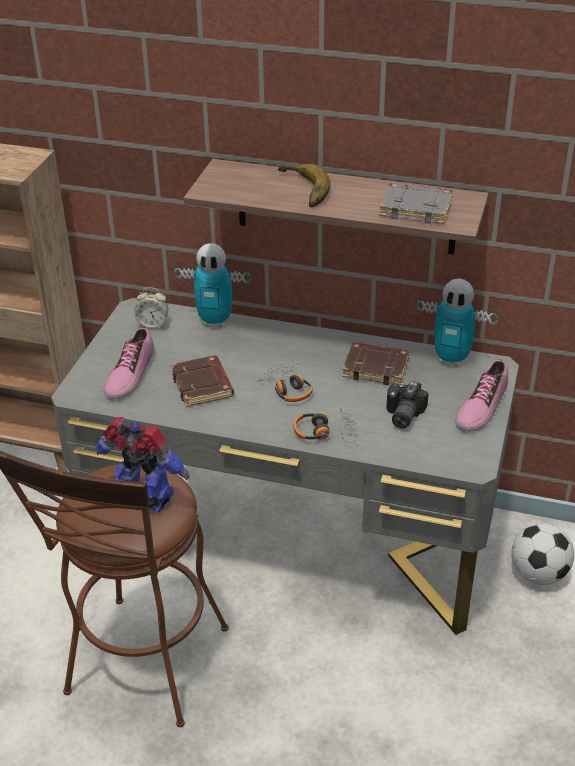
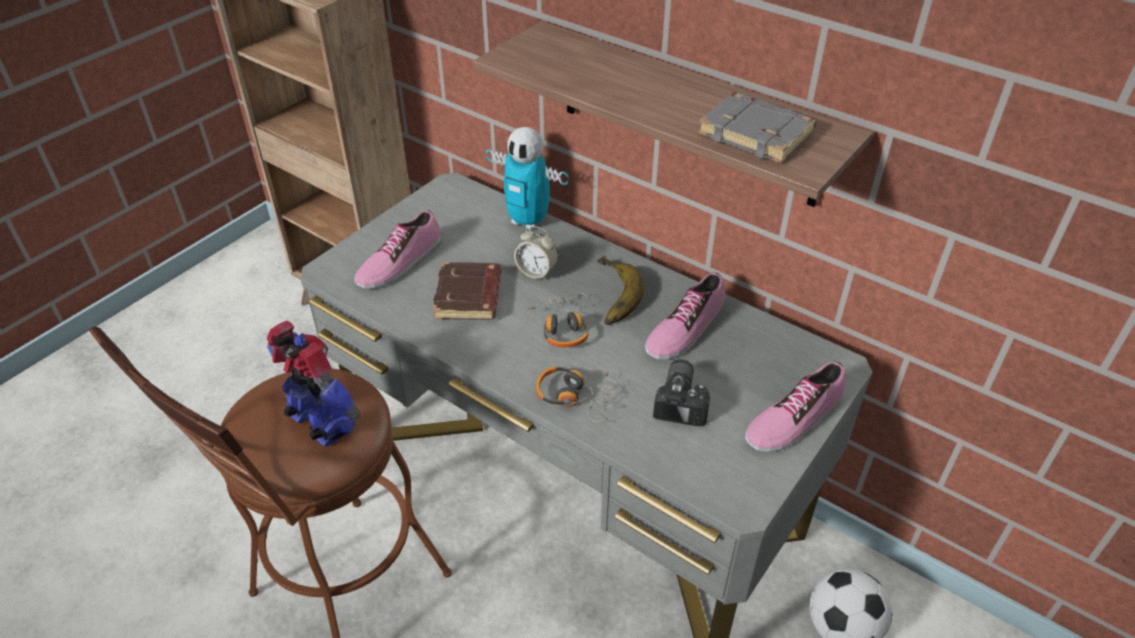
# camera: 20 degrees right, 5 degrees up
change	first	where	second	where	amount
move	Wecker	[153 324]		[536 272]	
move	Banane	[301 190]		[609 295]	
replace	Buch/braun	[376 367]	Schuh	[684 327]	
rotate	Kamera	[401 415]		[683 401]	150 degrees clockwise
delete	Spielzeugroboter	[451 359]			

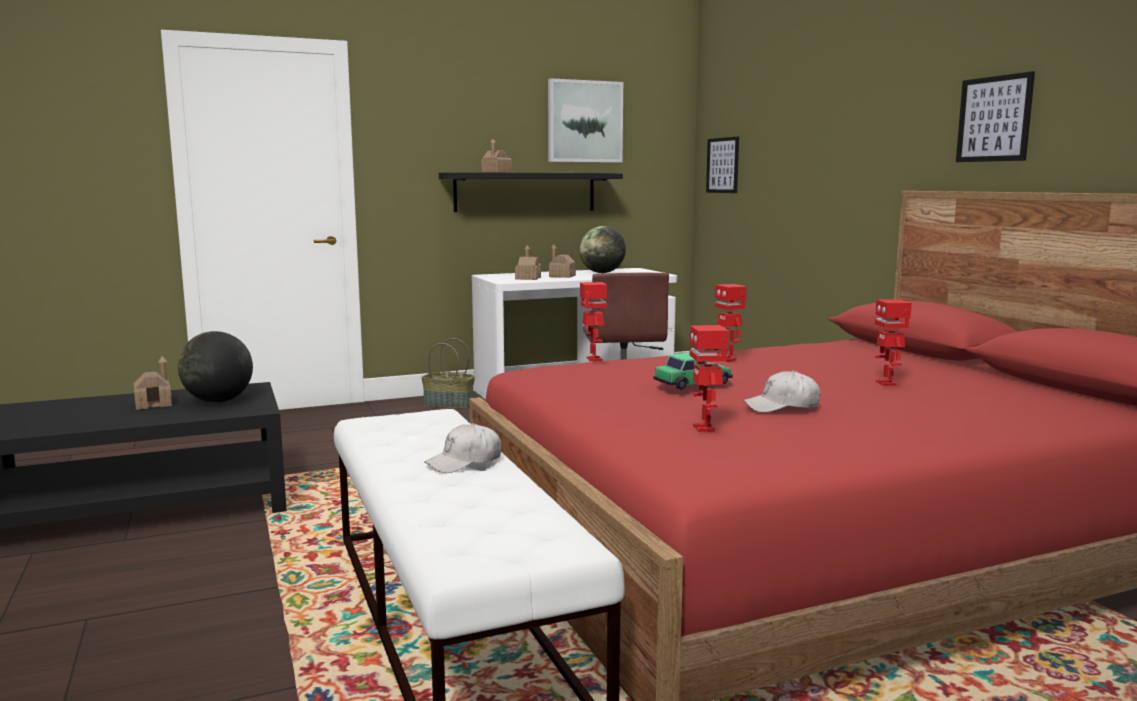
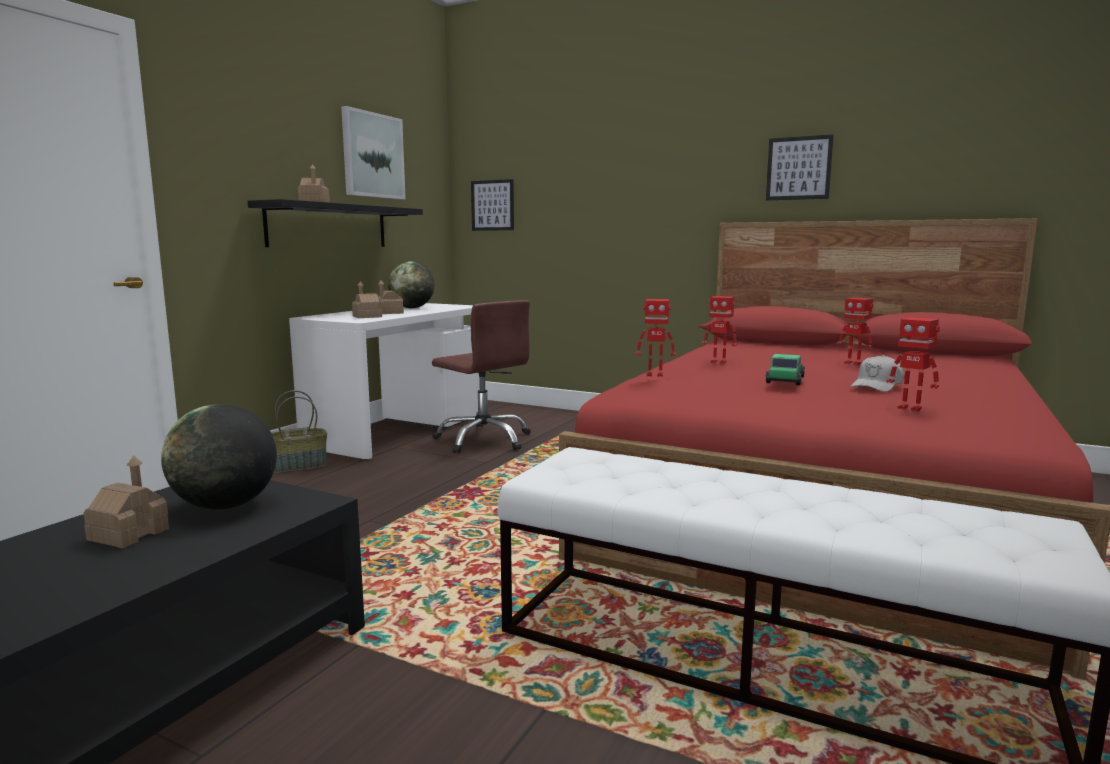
# camera: 40 degrees left, 0 degrees up
change	first	where	second	where	amount
rotate	Spielzeugroboter	[593 359]		[655 375]	150 degrees clockwise
delete	Kappe/weiß	[464 462]			

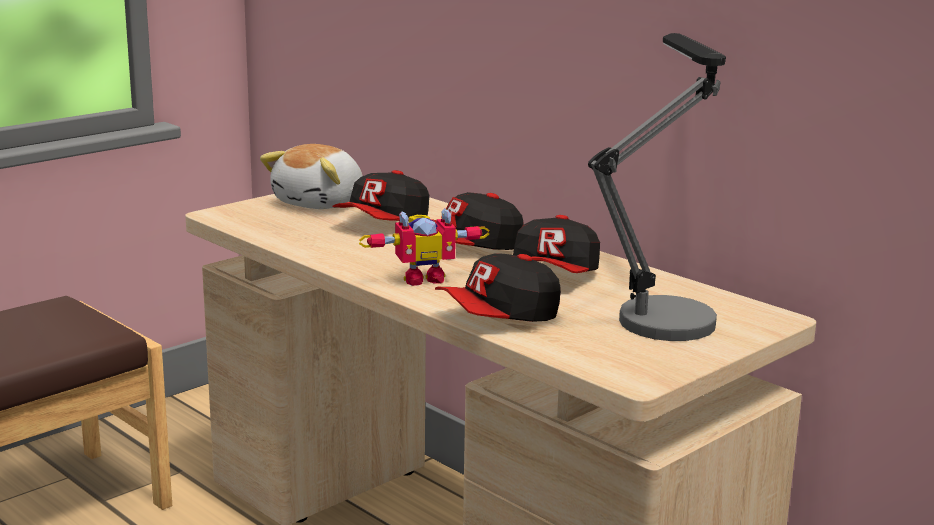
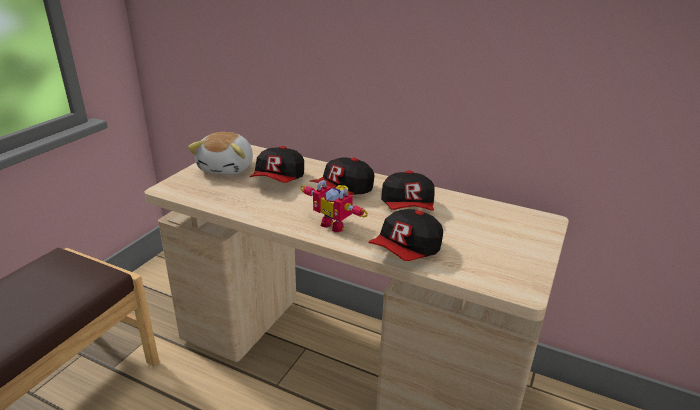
# camera: 20 degrees left, 10 degrees up
change	first	where	second	where	amount
rotate	Spielzeugroboter	[422 278]		[335 224]	75 degrees clockwise
delete	Tischlampe	[663 311]			

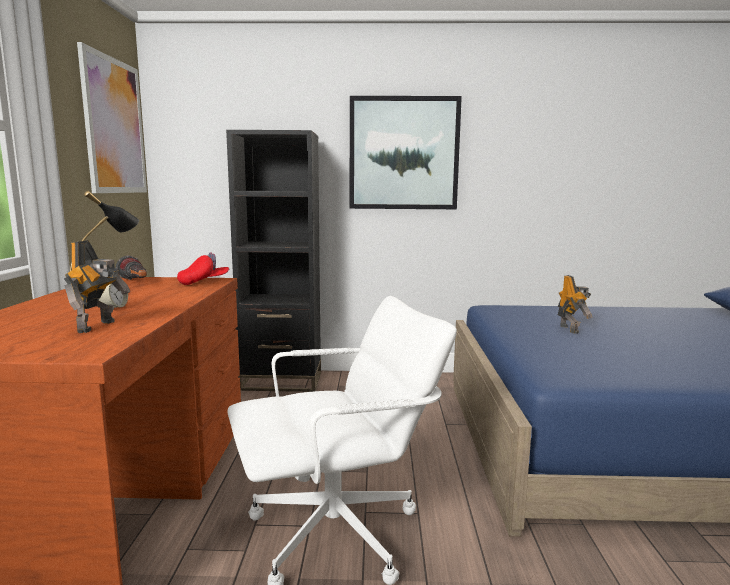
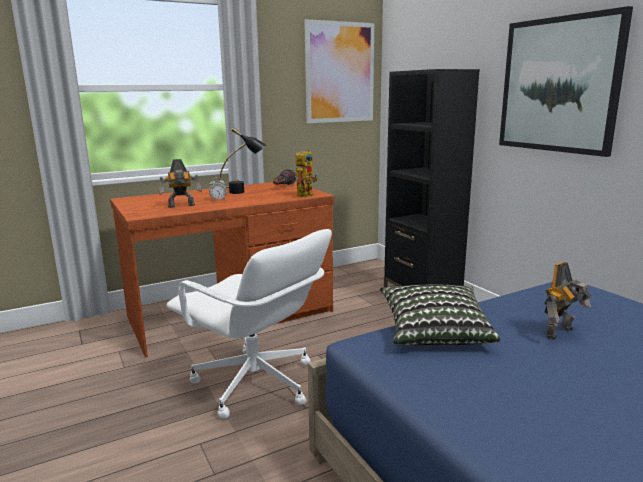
# camera: 60 degrees right, 5 degrees up
change	first	where	second	where	amount
replace	Kappe/rot	[204 282]	Spielzeugroboter	[305 194]	
insert			Kissen	[434 332]	

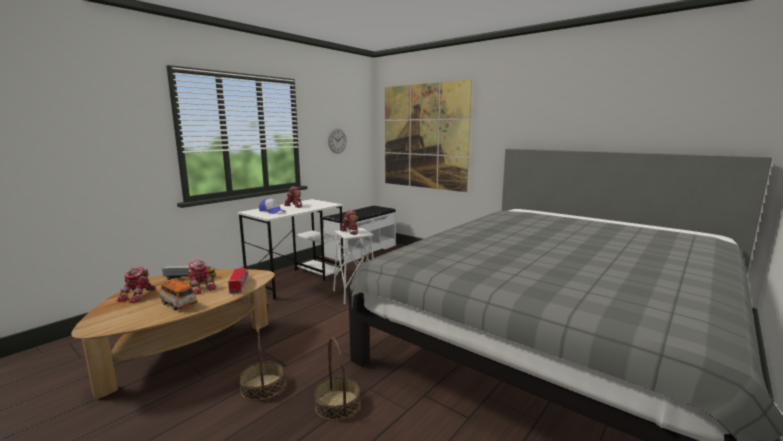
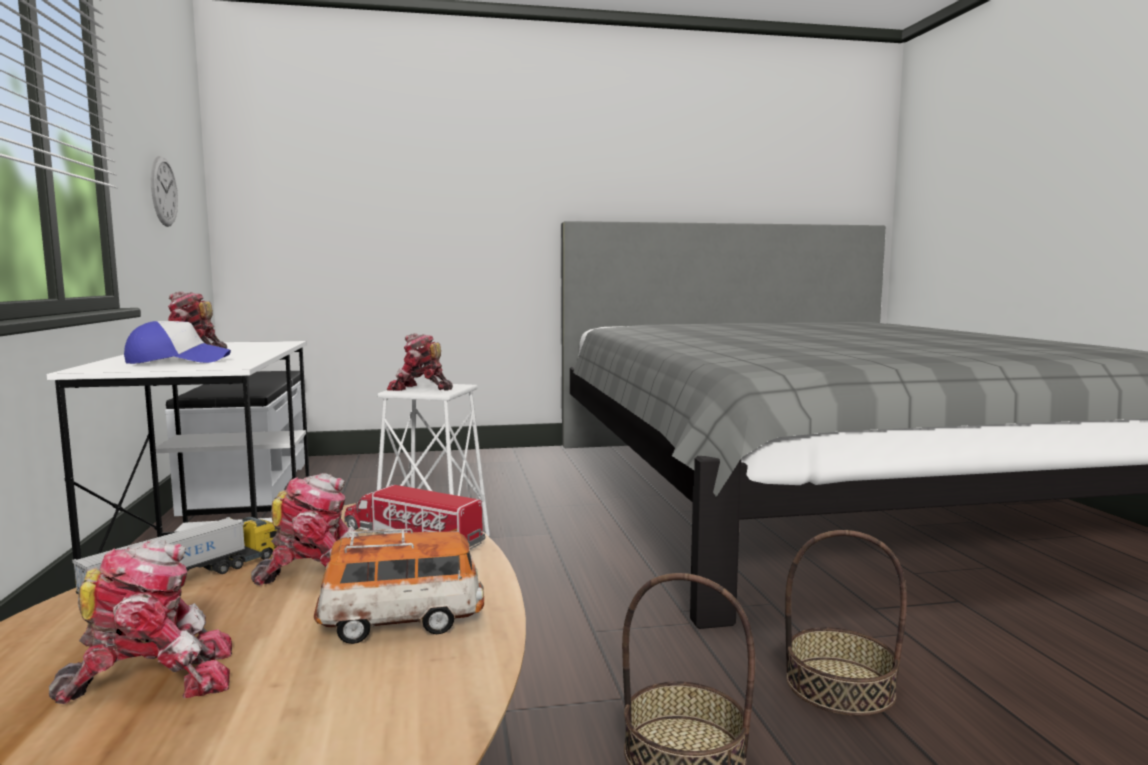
# camera: 50 degrees left, 5 degrees down
change	first	where	second	where	amount
rotate	Spielzeugroboter	[139 296]		[153 678]	75 degrees counterclockwise
delete	Bild	[424 137]			

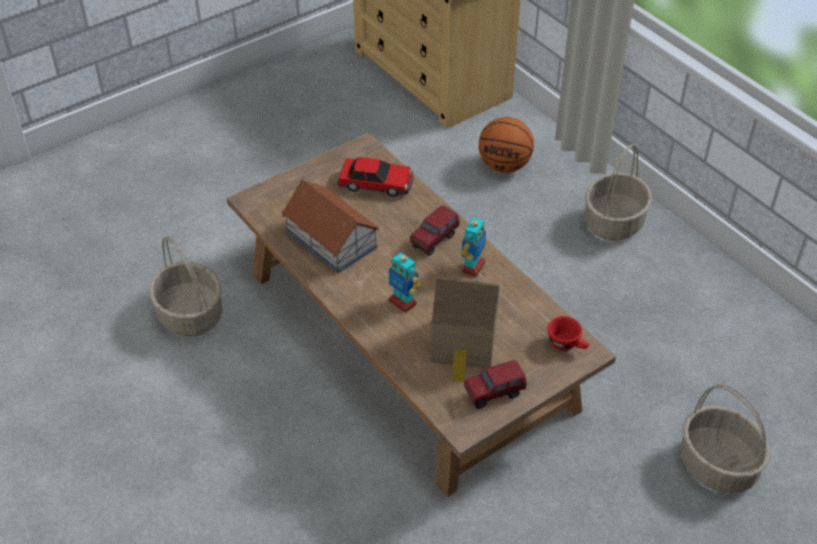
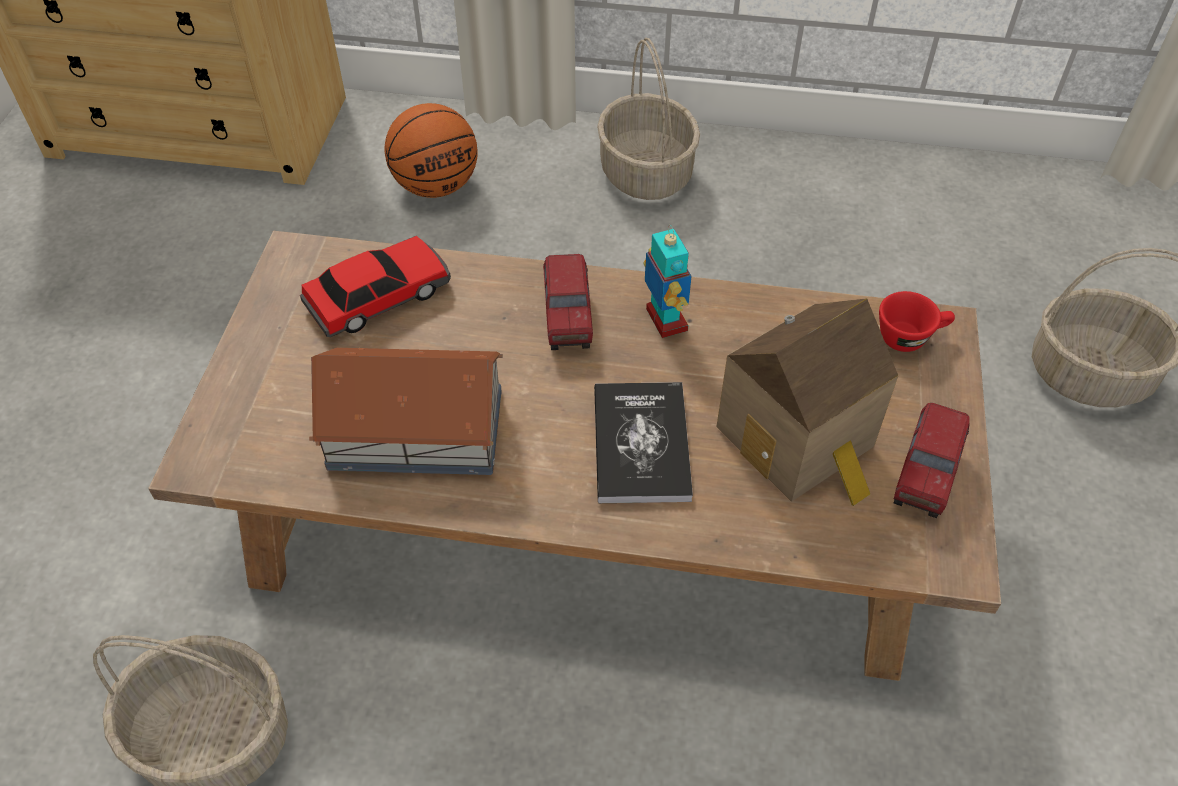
# camera: 45 degrees left, 5 degrees up
change	first	where	second	where	amount
replace	Spielzeugroboter	[403 302]	Buch	[641 443]	

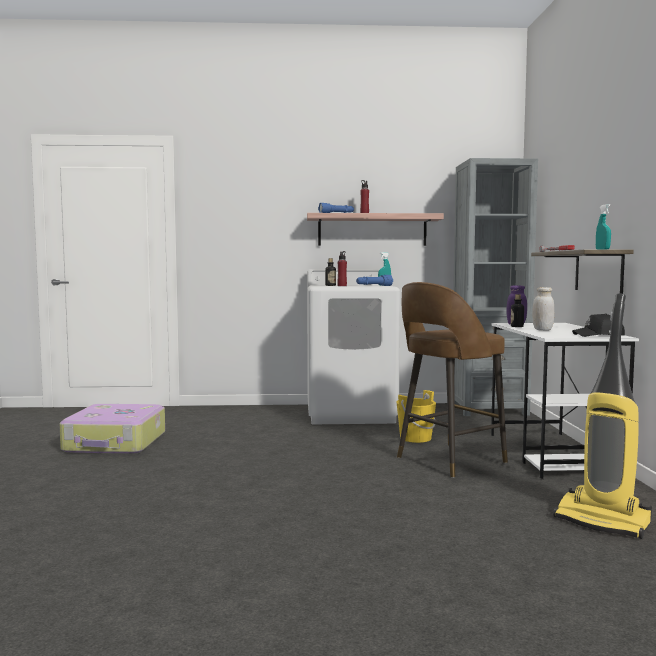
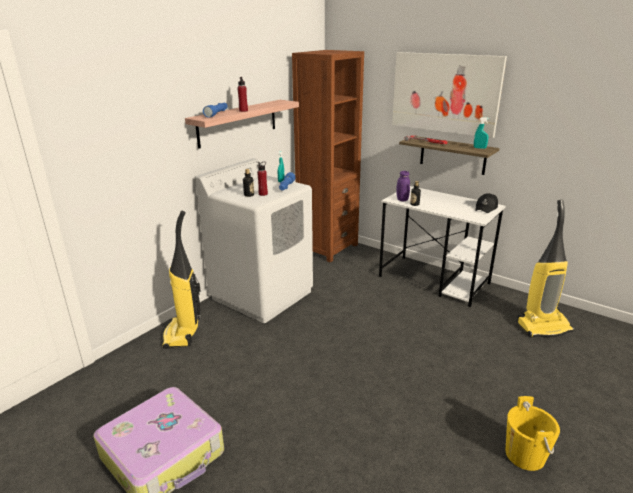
# camera: 50 degrees left, 20 degrees up
change	first	where	second	where	amount
insert			Staubsauger	[183 334]	
recolor	Bücherregal/grau	[488 409]	Bücherregal/braun	[327 248]	
insert			Bild	[445 93]	
move	Eimer/gelb	[415 438]		[525 455]	
delete	Hocker/braun	[448 460]			
delete	Vorratsglas/weiß	[542 330]			

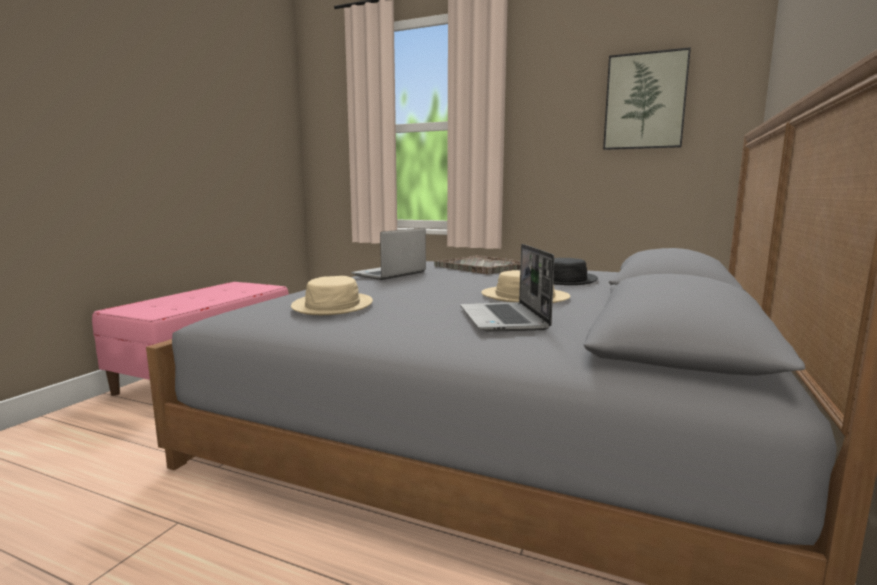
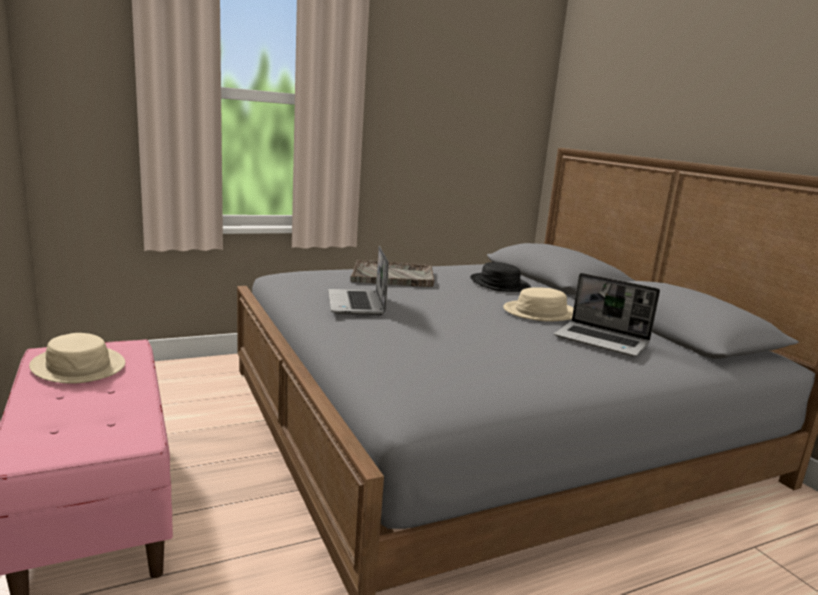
# camera: 50 degrees left, 5 degrees up
change	first	where	second	where	amount
move	Hut/beige	[333 305]		[79 366]	
delete	Bild	[645 101]			

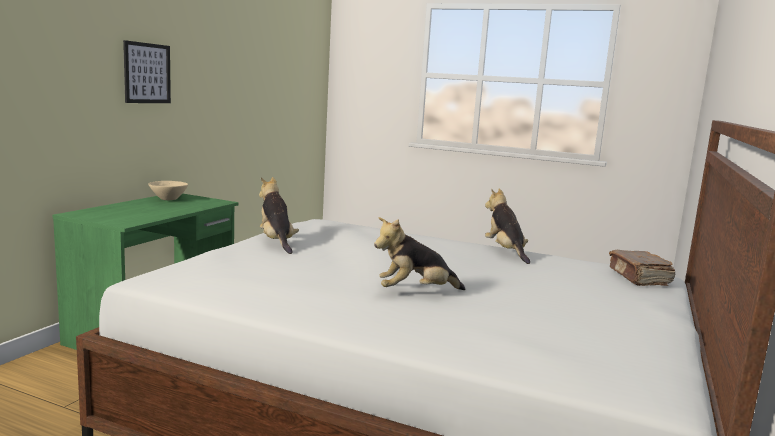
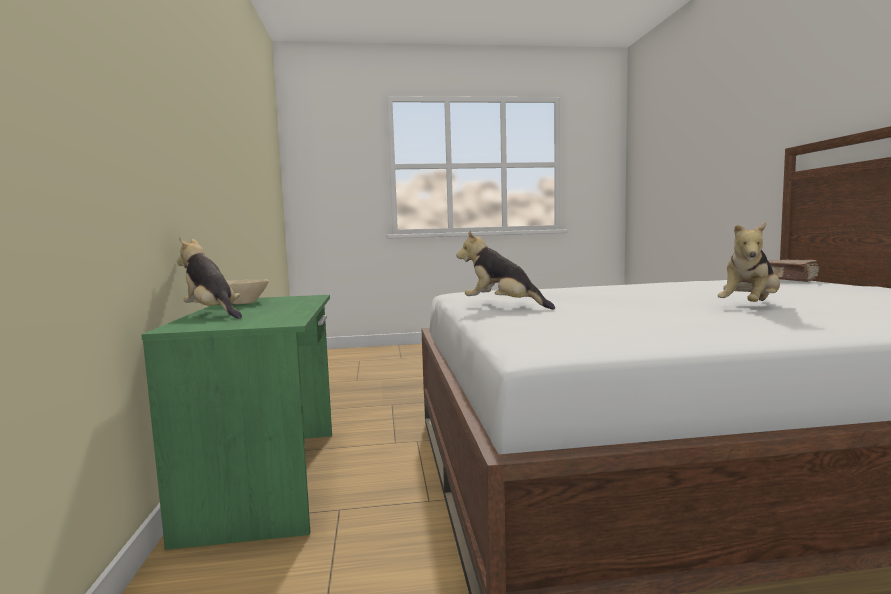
# camera: 30 degrees left, 5 degrees down
change	first	where	second	where	amount
move	Plüschtier	[505 251]		[212 314]	
delete	Bild	[147 73]			

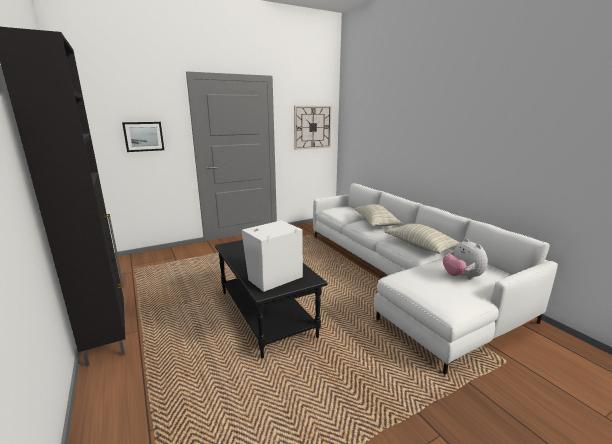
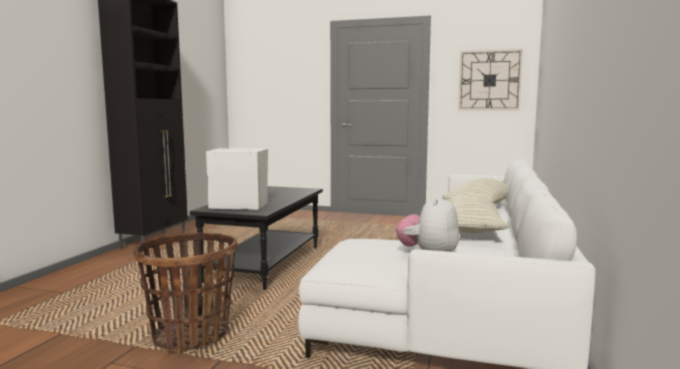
# camera: 45 degrees right, 10 degrees down
change	first	where	second	where	amount
insert			Korb	[191 335]	
delete	Bild	[143 136]			

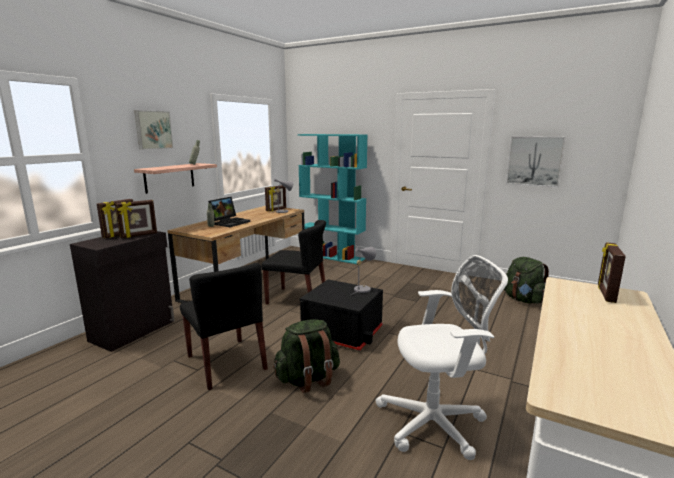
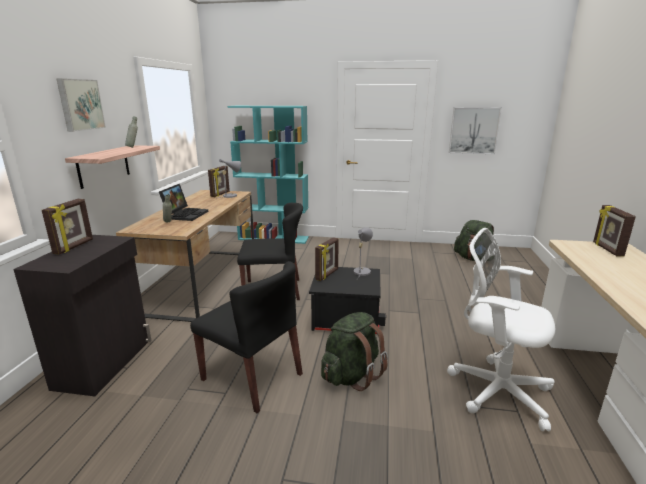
# camera: 20 degrees left, 5 degrees up
change	first	where	second	where	amount
move	Bilderrahmen	[139 235]		[327 274]	
rotate	Bürostuhl/weiß	[436 423]		[495 389]	120 degrees counterclockwise

